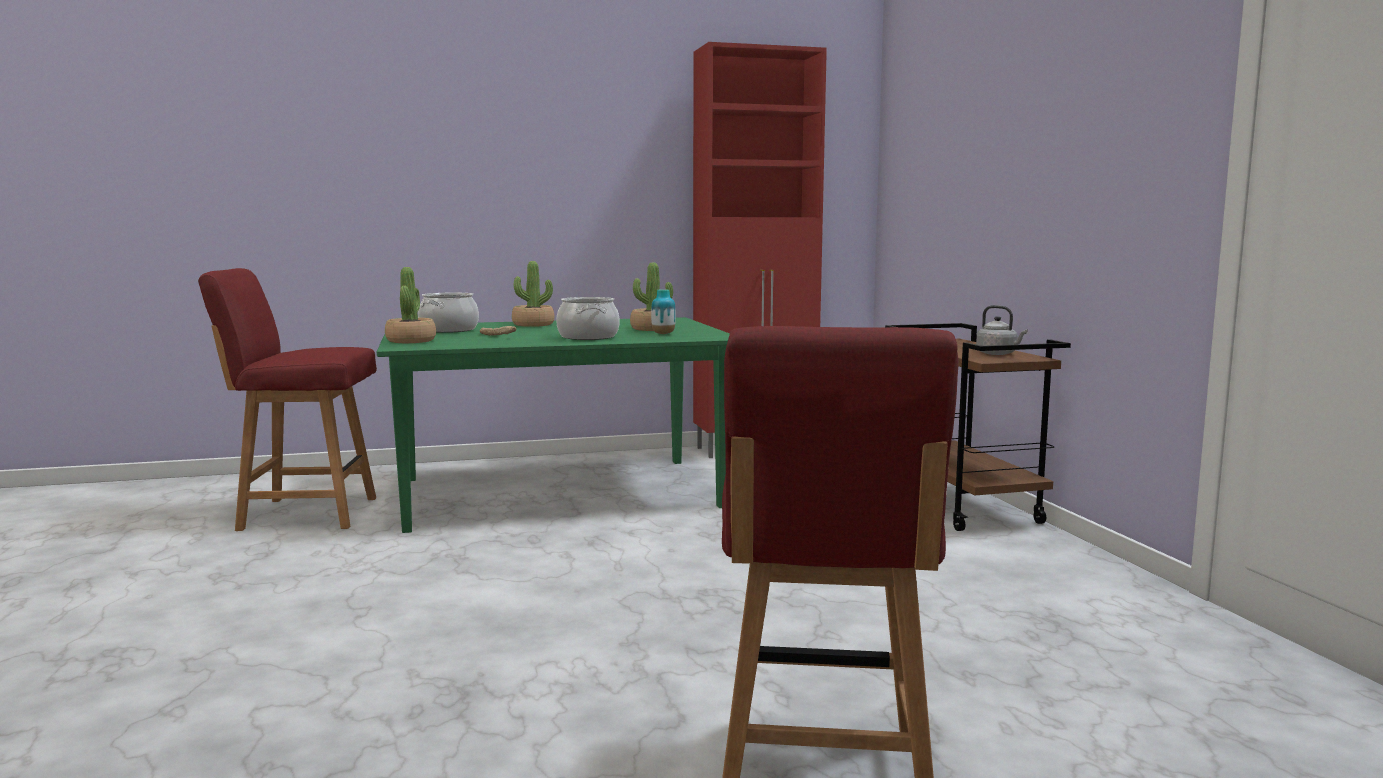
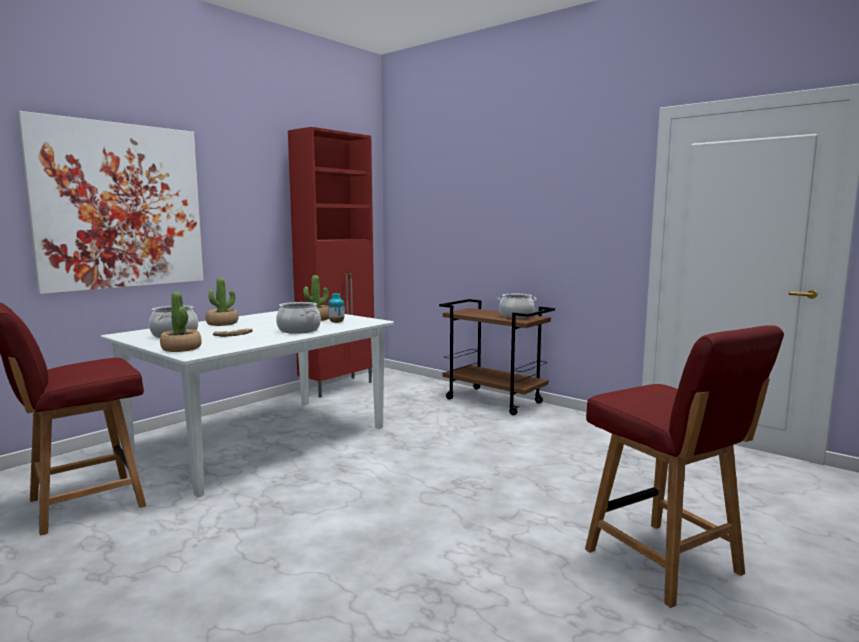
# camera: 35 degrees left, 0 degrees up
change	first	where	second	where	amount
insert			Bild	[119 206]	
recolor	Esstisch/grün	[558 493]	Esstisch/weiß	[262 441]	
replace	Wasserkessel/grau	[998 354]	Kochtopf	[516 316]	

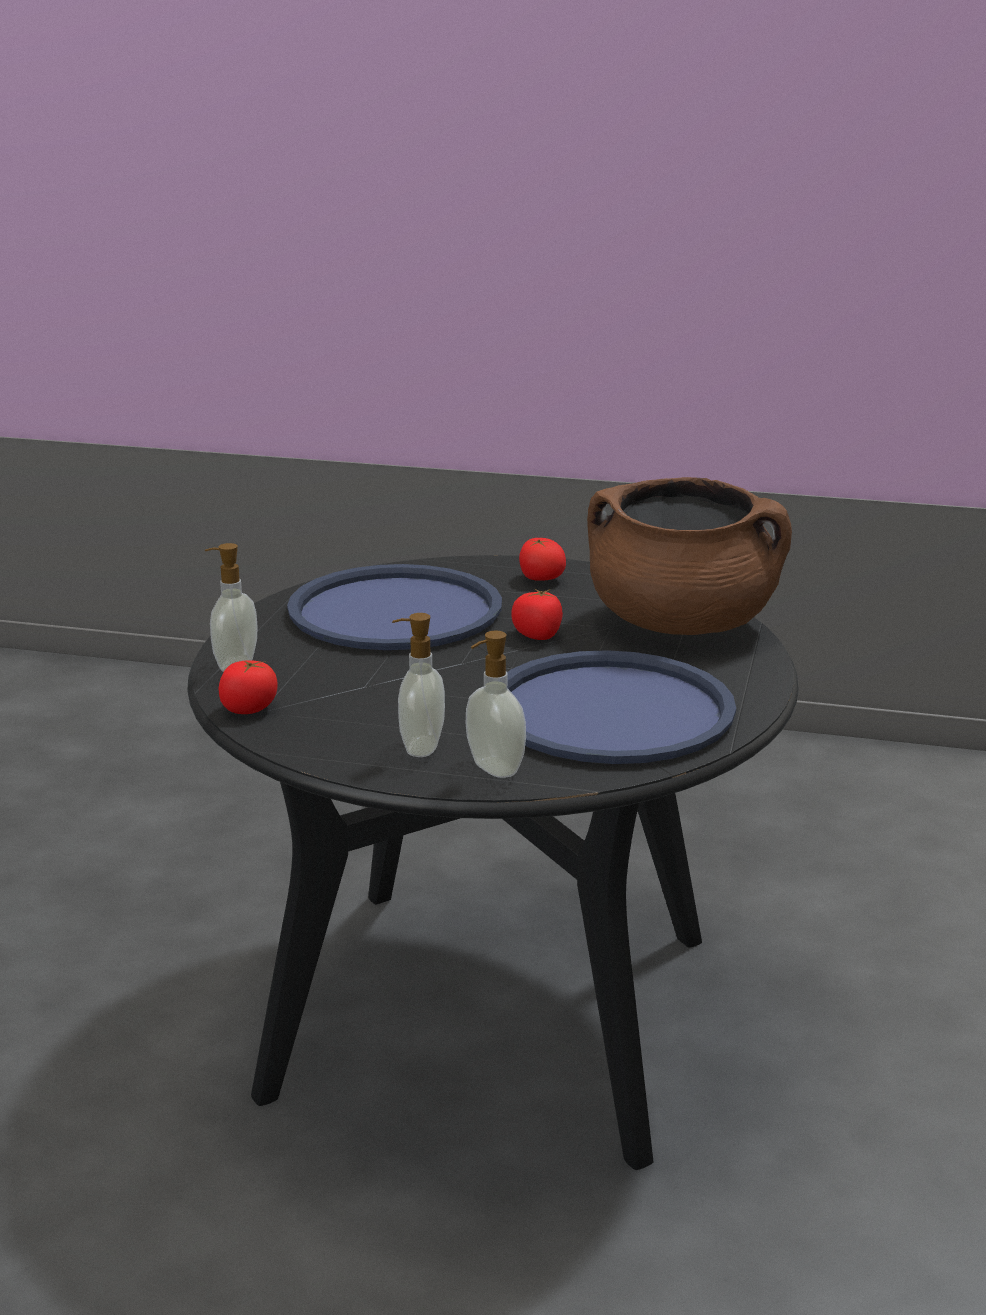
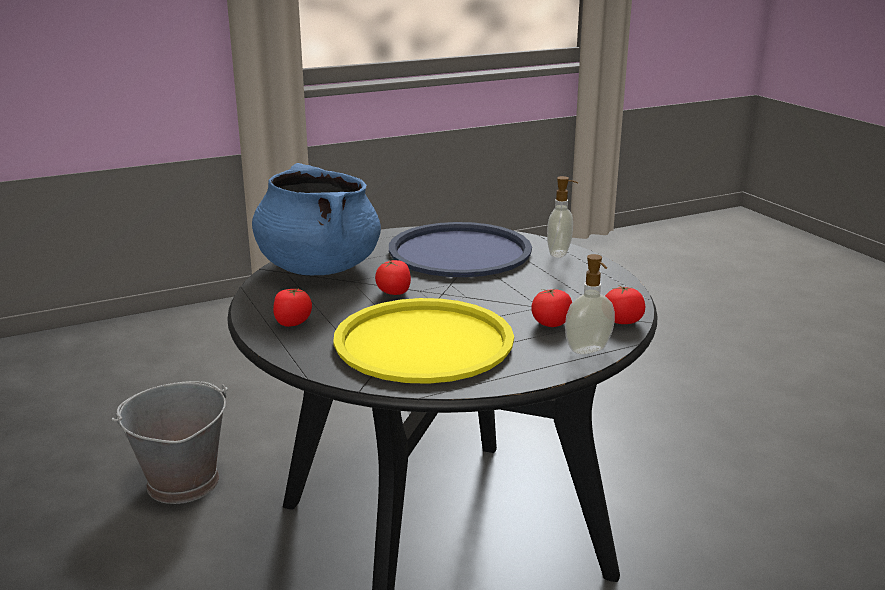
# camera: 130 degrees left, 0 degrees up
change	first	where	second	where	amount
insert			Eimer/grau	[182 482]	
recolor	Kochtopf/braun	[682 624]	Kochtopf/blau	[318 267]	
recolor	Tablett/blau	[395 611]	Tablett/gelb	[424 342]	
insert			Tomate	[551 323]	
delete	Seifenspender	[420 747]			

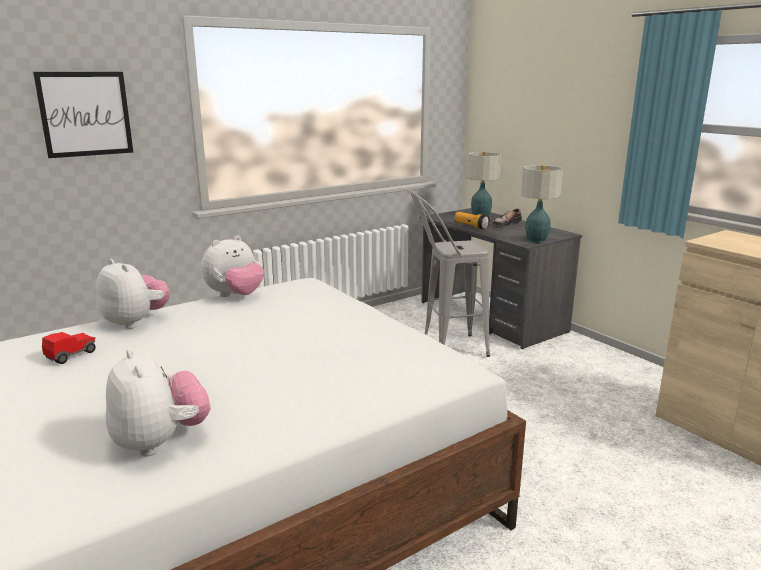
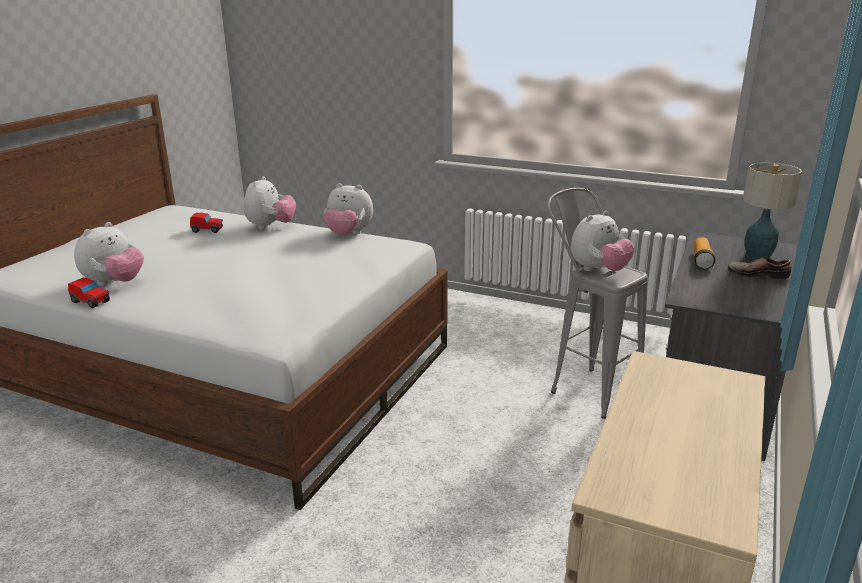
# camera: 60 degrees right, 5 degrees up
change	first	where	second	where	amount
insert			Spielzeugauto	[91 302]	
insert			Plüschtier	[599 270]	
delete	Bild	[85 114]			
delete	Tischlampe	[536 240]			

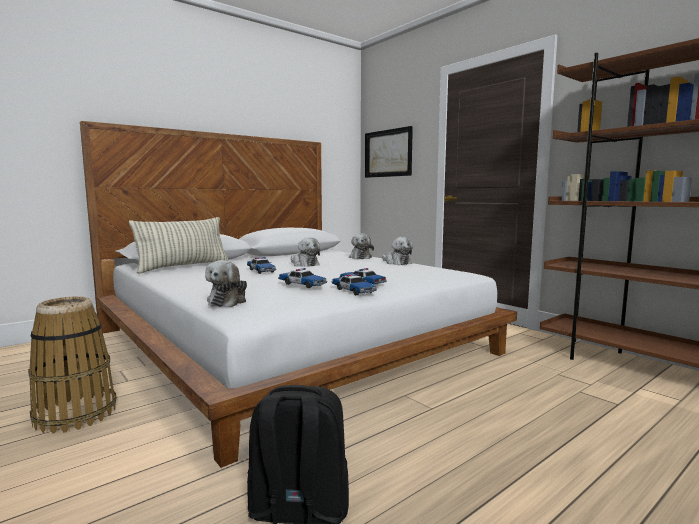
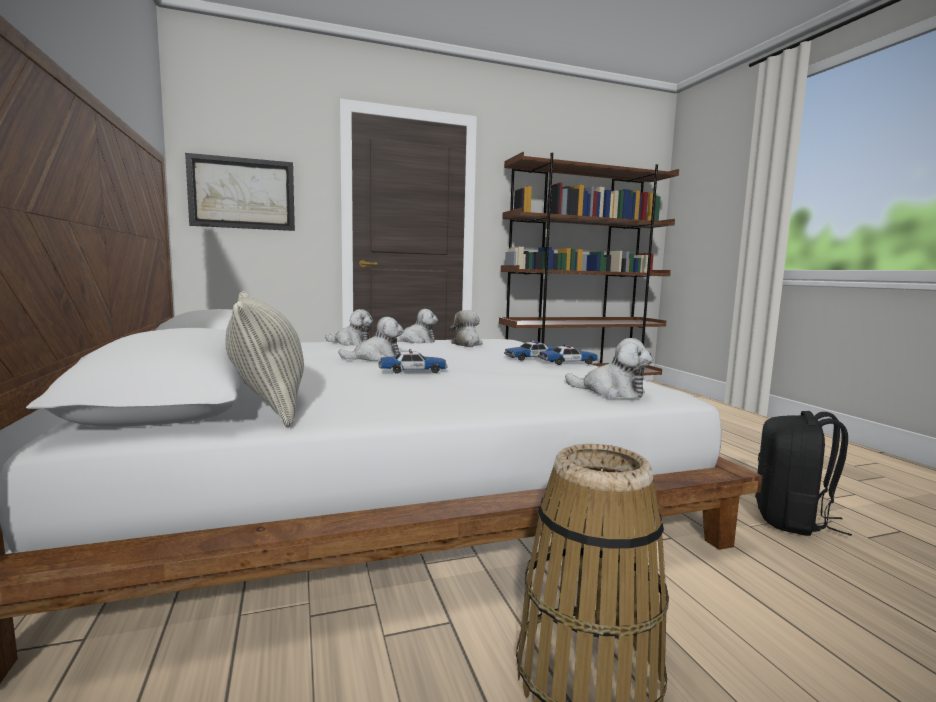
# camera: 70 degrees left, 0 degrees up
change	first	where	second	where	amount
insert			Plüschtier	[466 344]	
delete	Spielzeugauto	[302 284]			

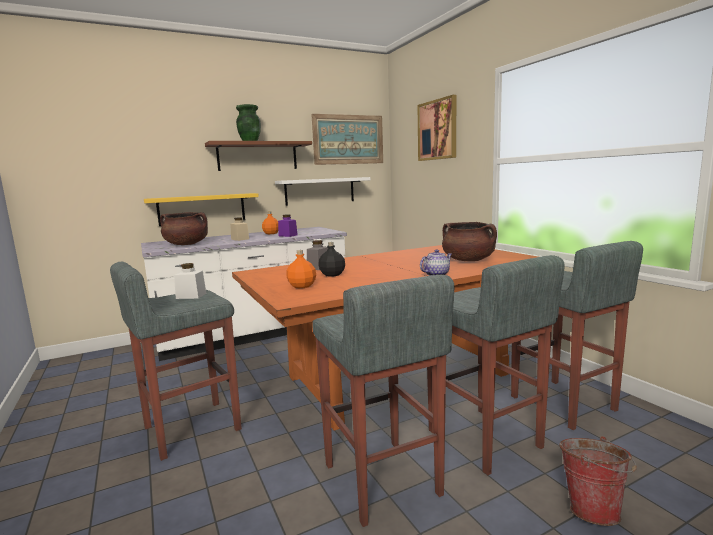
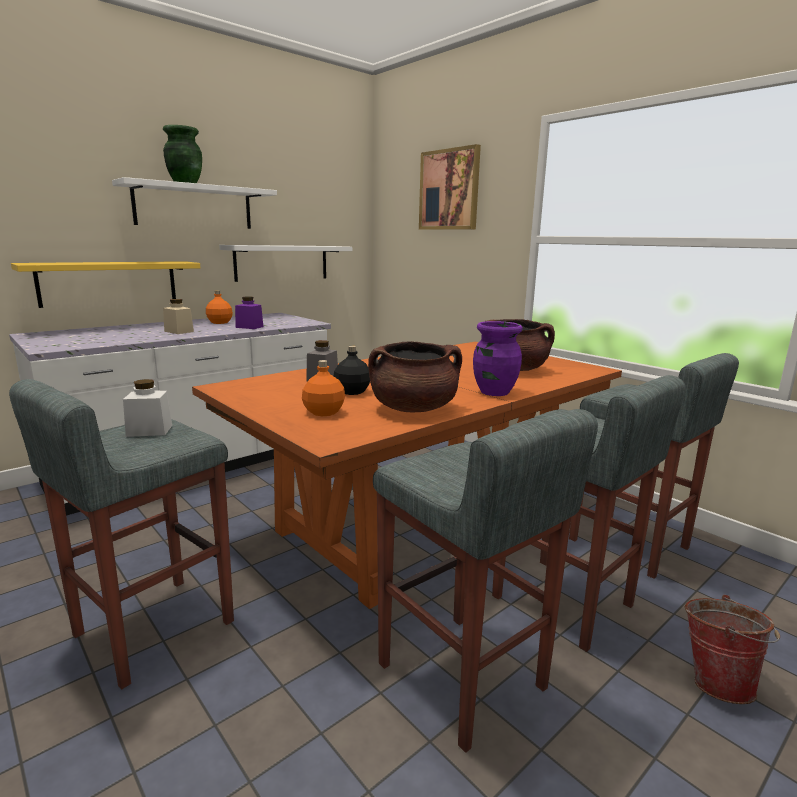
# camera: 15 degrees left, 5 degrees up
change	first	where	second	where	amount
recolor	Wandregal/braun	[257 156]	Wandregal/weiß	[194 206]	
move	Kochtopf/braun	[186 244]		[413 409]	
replace	Teekanne	[436 274]	Vase/lila	[494 392]	
delete	Bild	[348 139]			

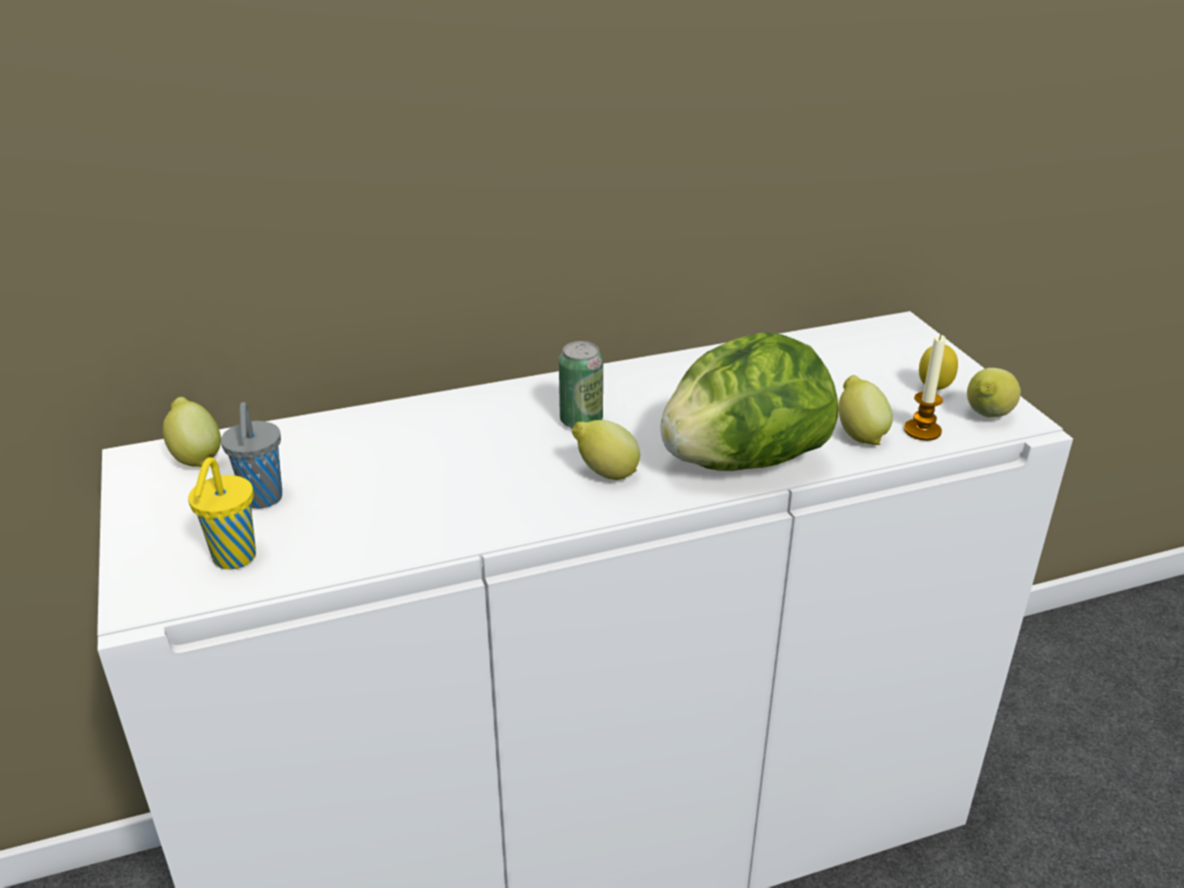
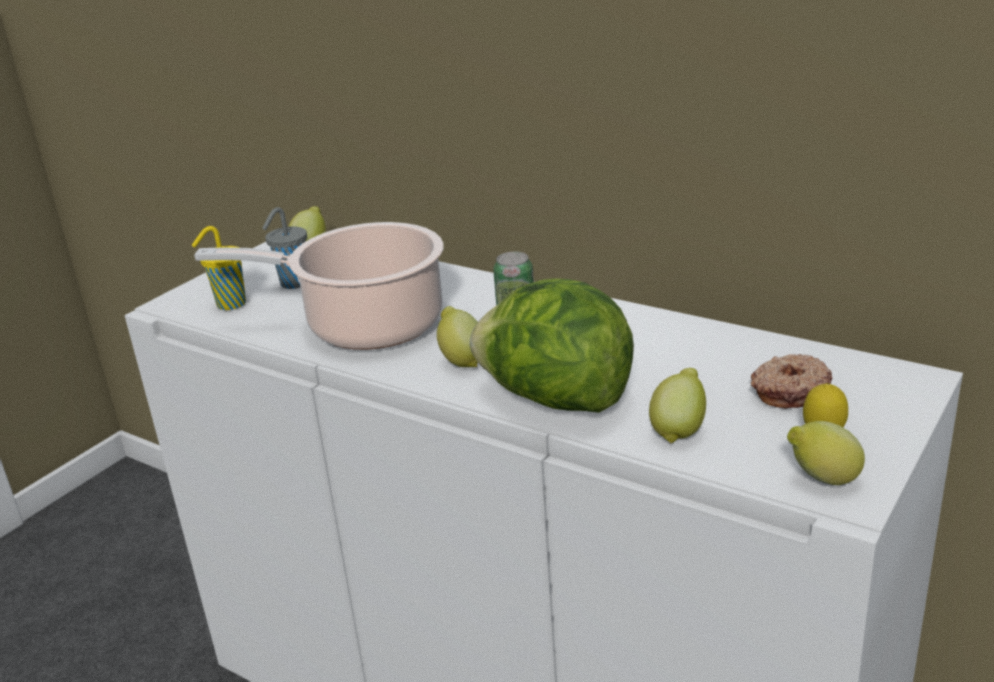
# camera: 55 degrees right, 5 degrees down
change	first	where	second	where	amount
insert			Kochtopf	[365 325]	
insert			Donut	[789 391]	
delete	Kerze	[922 431]			

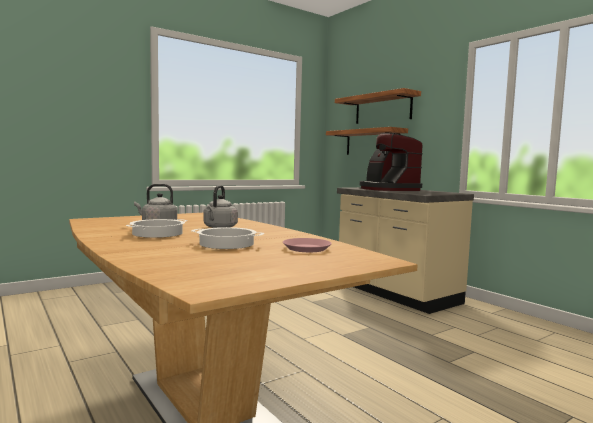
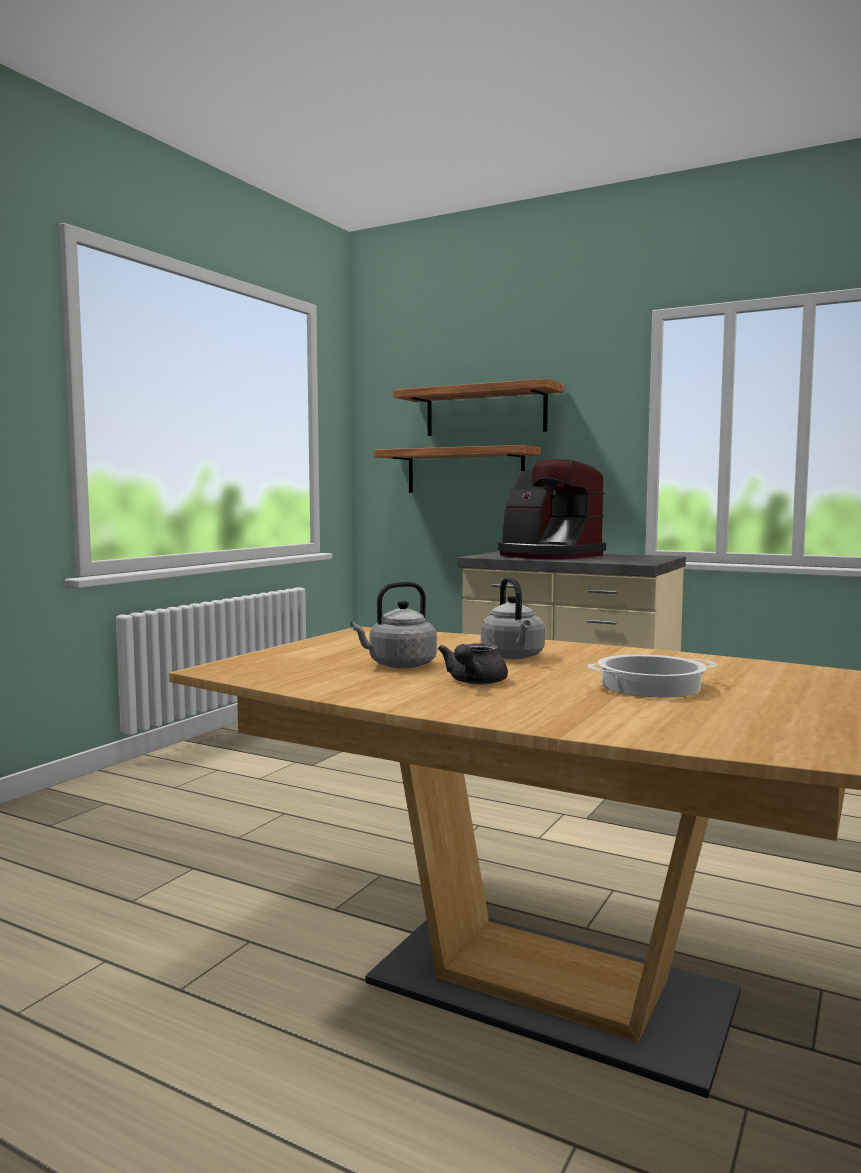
# camera: 25 degrees left, 0 degrees up
change	first	where	second	where	amount
replace	Kochtopf	[158 233]	Teekanne/grau	[474 682]	
delete	Teller/rosa	[306 248]			

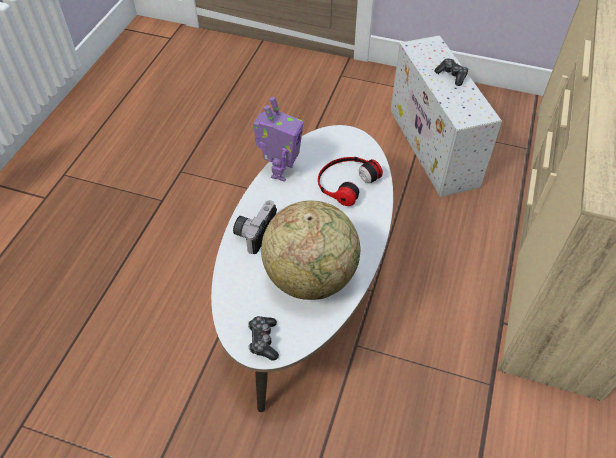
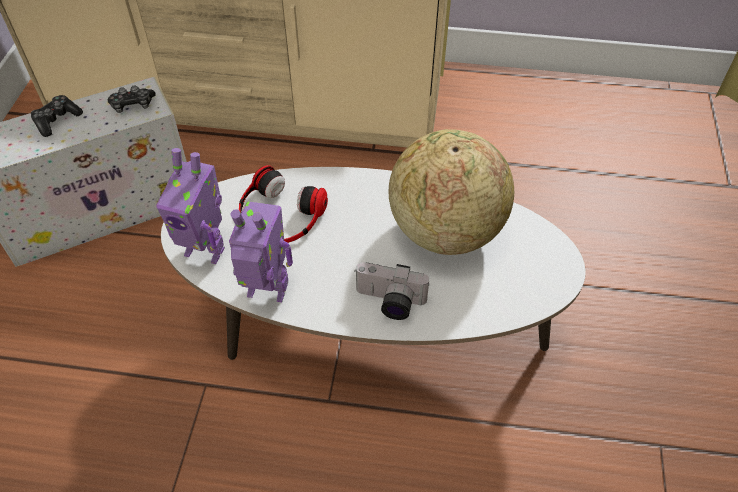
# camera: 100 degrees left, 0 degrees up
change	first	where	second	where	amount
move	Gamepad	[263 340]		[133 105]	
insert			Spielzeugroboter	[205 249]	

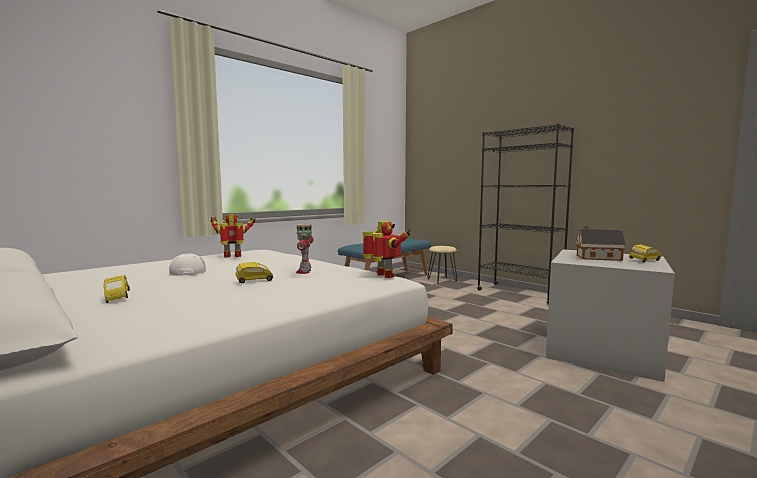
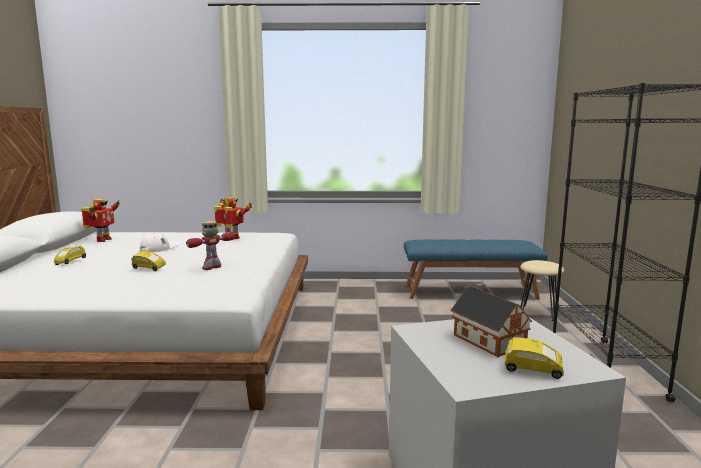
# camera: 45 degrees right, 5 degrees up
change	first	where	second	where	amount
move	Spielzeugroboter	[384 276]		[102 240]	

